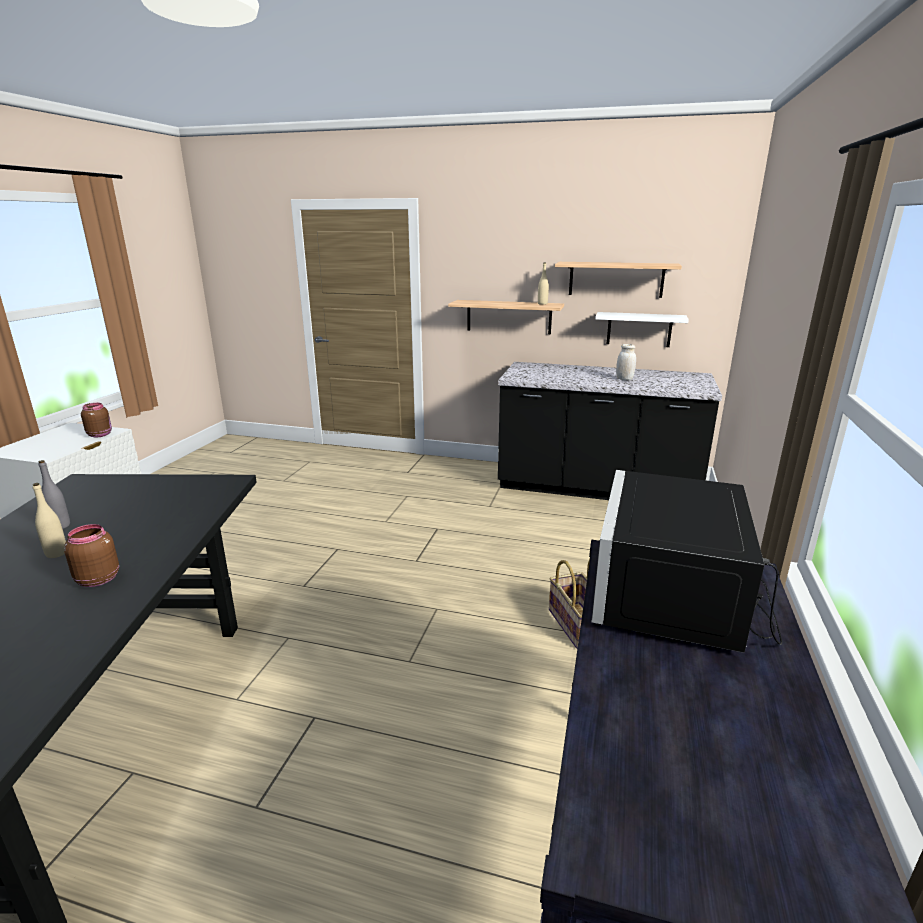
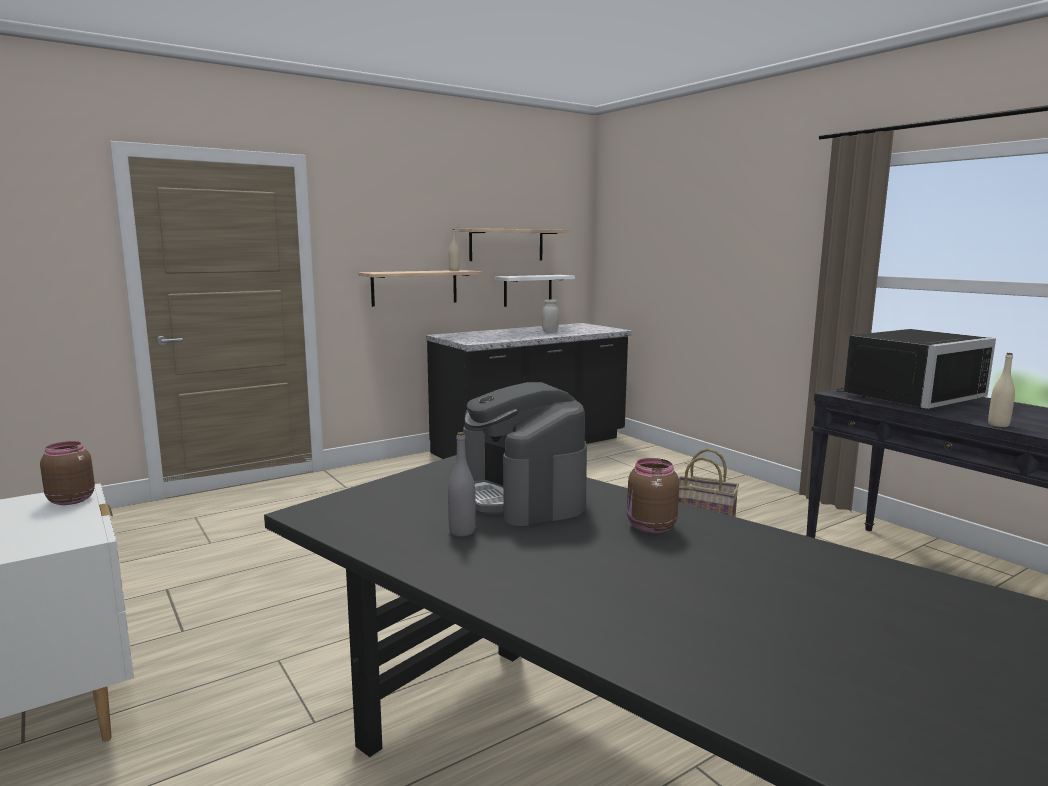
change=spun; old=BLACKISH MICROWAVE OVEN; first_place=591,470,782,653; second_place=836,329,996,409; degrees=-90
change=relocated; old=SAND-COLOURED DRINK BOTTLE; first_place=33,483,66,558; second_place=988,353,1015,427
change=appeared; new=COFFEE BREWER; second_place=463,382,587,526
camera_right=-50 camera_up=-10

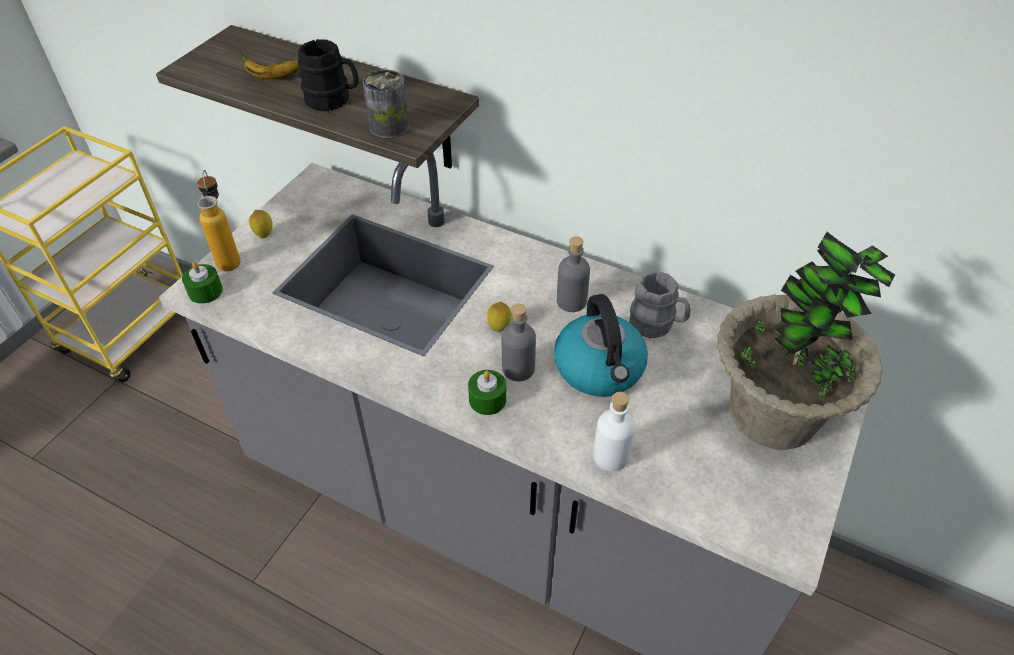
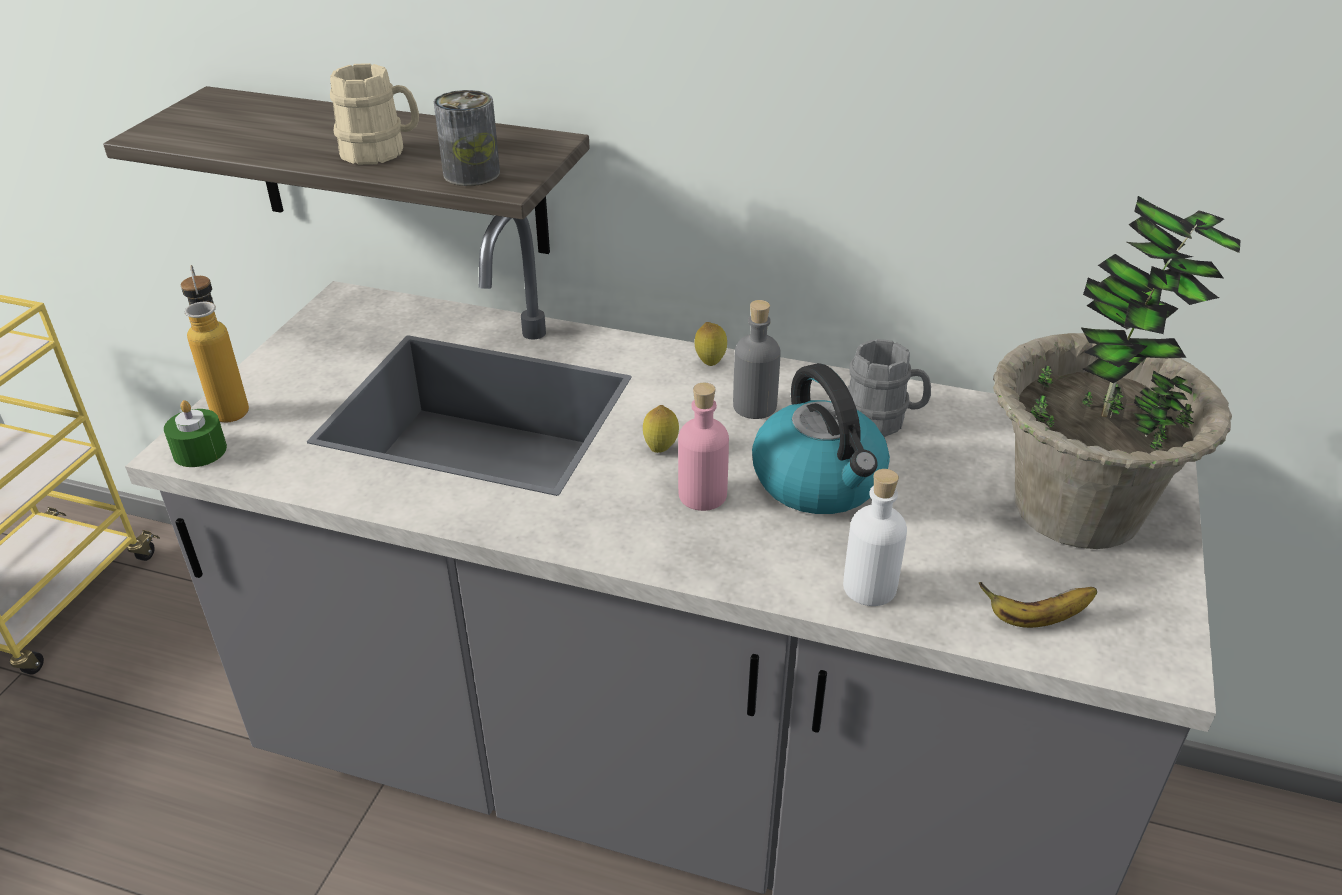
change=colour; old=BLACKISH MUG; new=SAND-COLOURED MUG; first_place=298,39,359,111; second_place=330,63,419,165
change=relocated; old=WHOLE BANANA; first_place=239,51,300,79; second_place=979,582,1097,628
change=relocated; old=LEMON; first_place=249,210,273,238; second_place=694,322,727,366
change=colour; old=GRAY DRINK BOTTLE; new=PINK DRINK BOTTLE; first_place=502,304,536,381; second_place=678,383,729,511
change=missing; old=GREEN WAX CANDLE; first_place=468,370,506,415
camera_right=-10 camera_up=-10

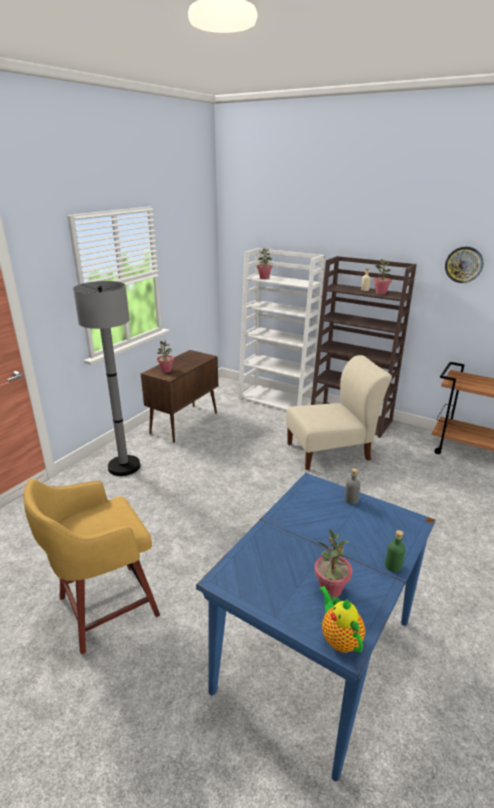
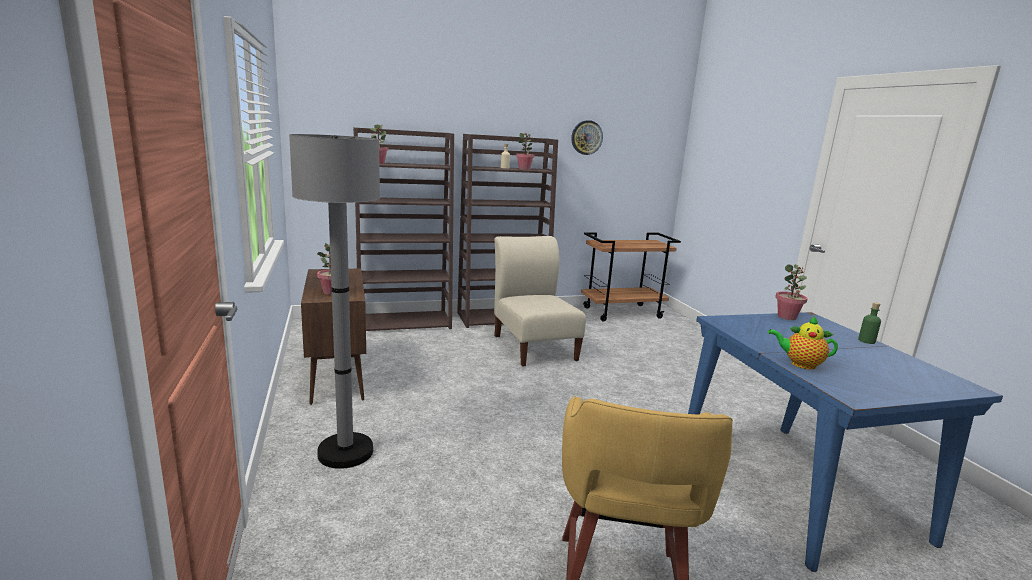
change=colour; old=WHITE-COLOURED BOOKCASE; new=BROWN BOOKCASE; first_place=238,248,325,411; second_place=353,127,454,331
change=spun; old=SAND-COLOURED PLAIN CHAIR; first_place=286,355,392,470; second_place=494,236,586,367; degrees=-45
change=missing; old=GRAY DRINK BOTTLE; first_place=345,468,360,504
change=relocated; old=PLANT IN A POT; first_place=314,529,352,598; second_place=775,264,808,320
change=relocated; old=TEAPOT; first_place=319,586,365,653; second_place=768,315,838,369
camera_right=-50 camera_up=-10

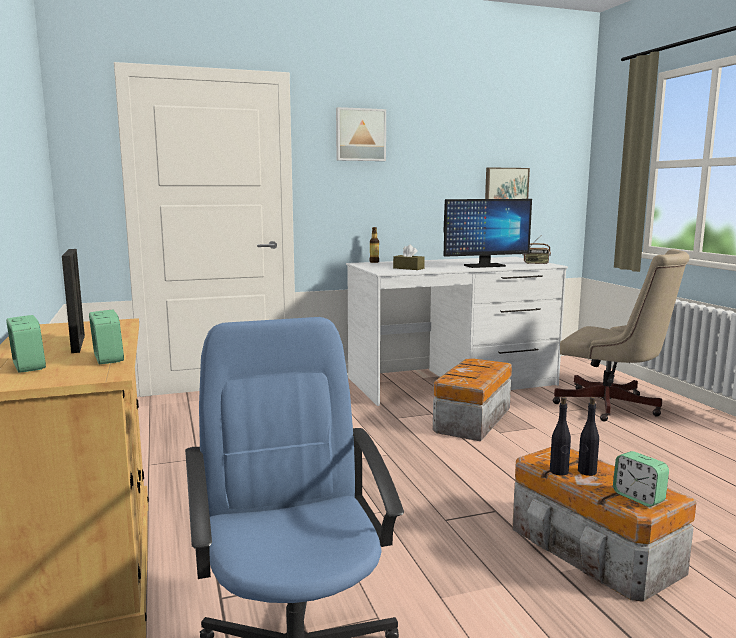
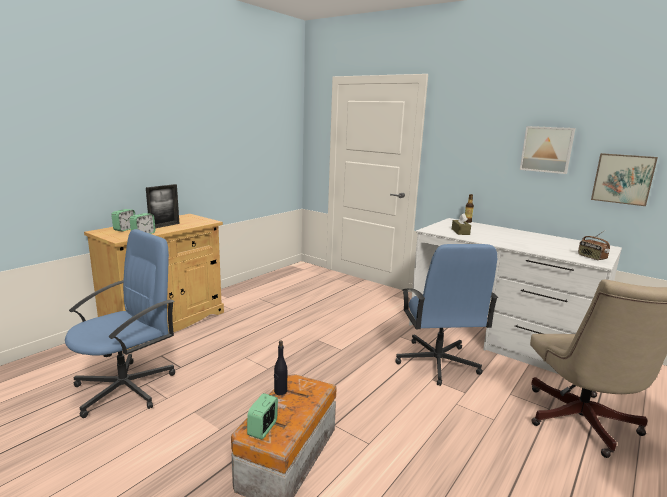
change=relocated; old=WALL PICTURE; first_place=336,107,386,161; second_place=520,126,576,174
change=missing; old=COMPUTER DISPLAY; first_place=443,199,532,268
change=exchanged; old=STORAGE CONTAINER; new=BLUISH COMPUTER CHAIR; first_place=433,358,512,441; second_place=396,244,498,386
change=missing; old=BLACKISH DRINK BOTTLE; first_place=578,397,599,476
camera_right=55 camera_up=5

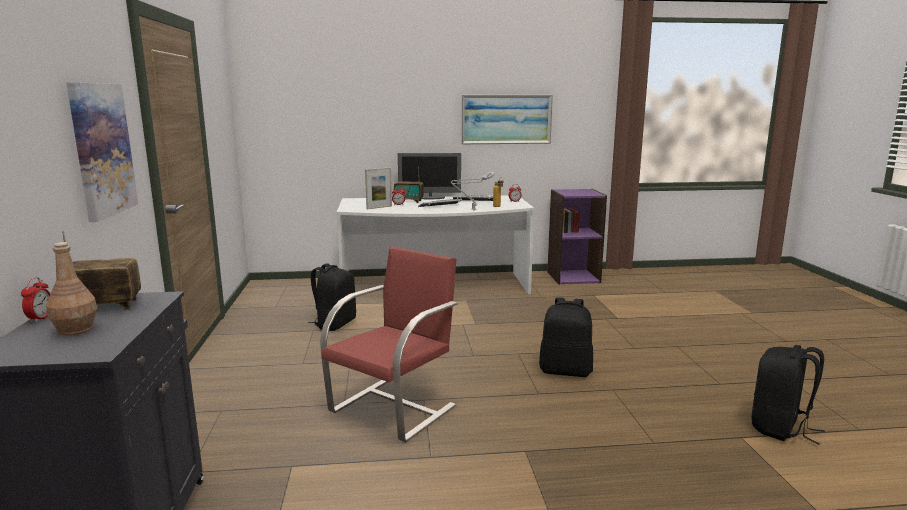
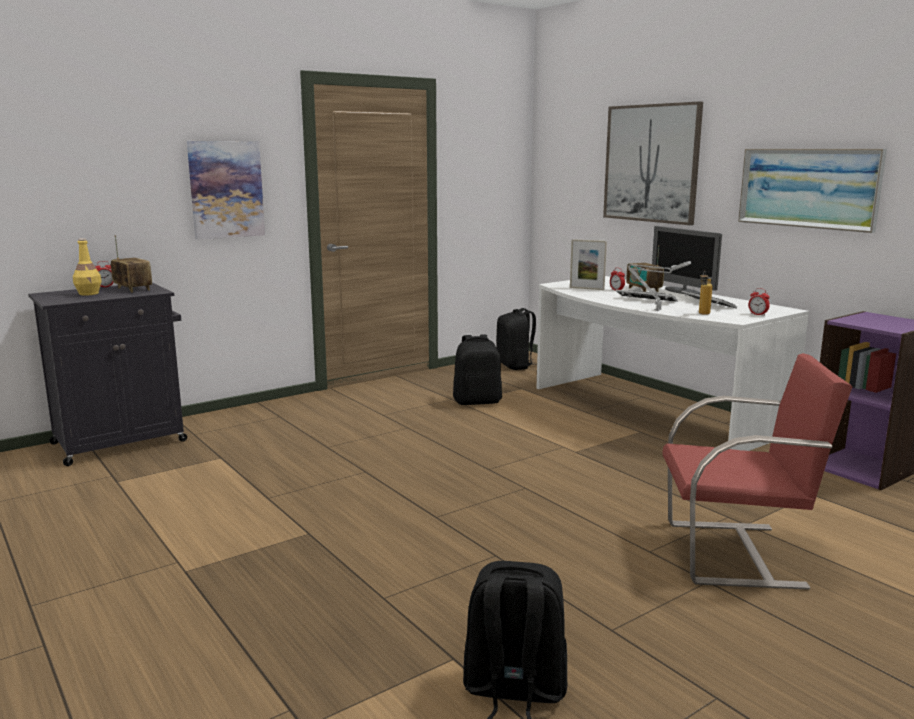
change=colour; old=BROWN DRINK BOTTLE; new=YELLOW-COLOURED DRINK BOTTLE; first_place=46,242,97,335; second_place=73,238,102,296
change=relocated; old=RED-COLOURED PLAIN CHAIR; first_place=320,247,458,442; second_place=662,353,853,590
change=relocated; old=BLACKISH KNAPSACK; first_place=539,298,593,377; second_place=496,308,537,370
change=appeared; new=WALL PICTURE; second_place=603,101,703,225
camera_right=60 camera_up=0

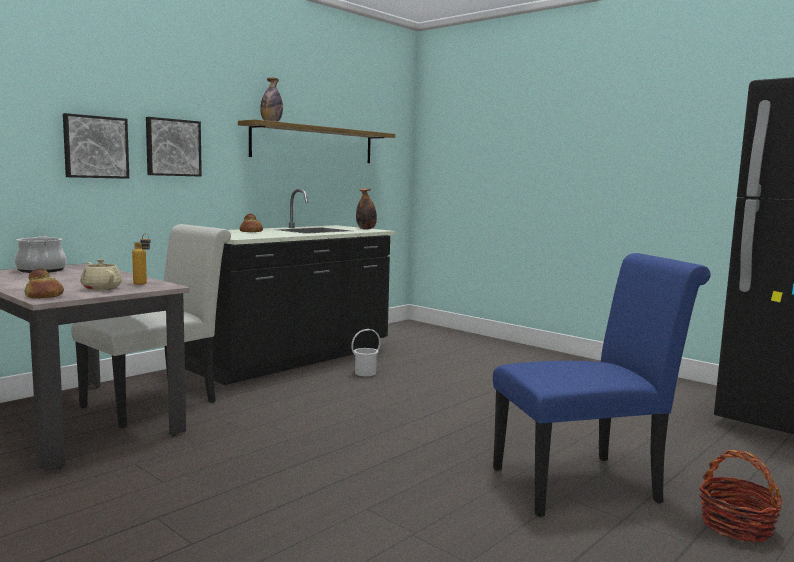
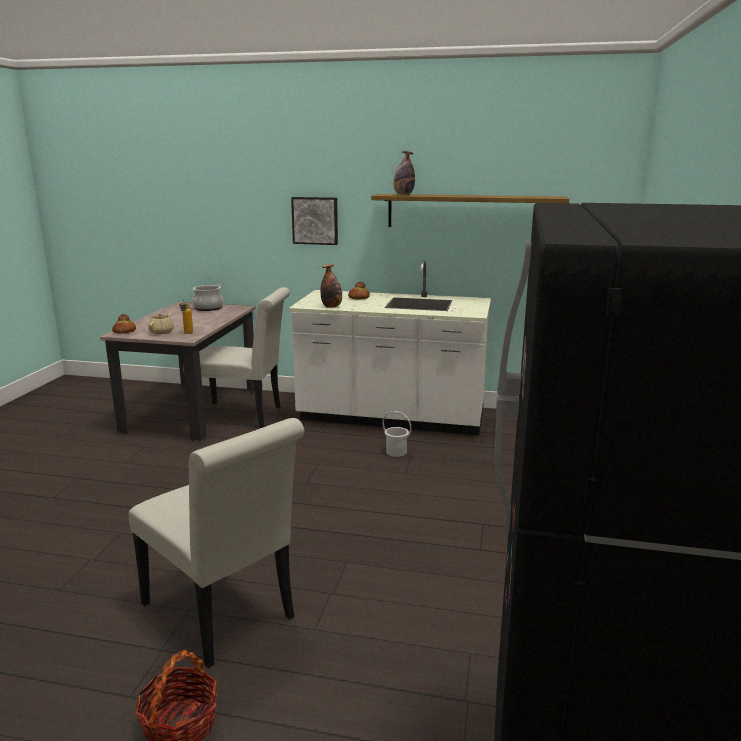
change=missing; old=WALL PICTURE; first_place=63,113,129,179
change=relocated; old=DRINK BOTTLE; first_place=356,188,377,229; second_place=320,264,342,308
change=colour; old=BLACKISH KITCHEN COUNTER; new=WHITE-COLOURED KITCHEN COUNTER; first_place=184,189,395,385; second_place=289,260,491,435
change=colour; old=BLUISH PLAIN CHAIR; new=WHITE-COLOURED PLAIN CHAIR; first_place=493,253,711,517; second_place=129,418,304,668
camera_right=60 camera_up=10

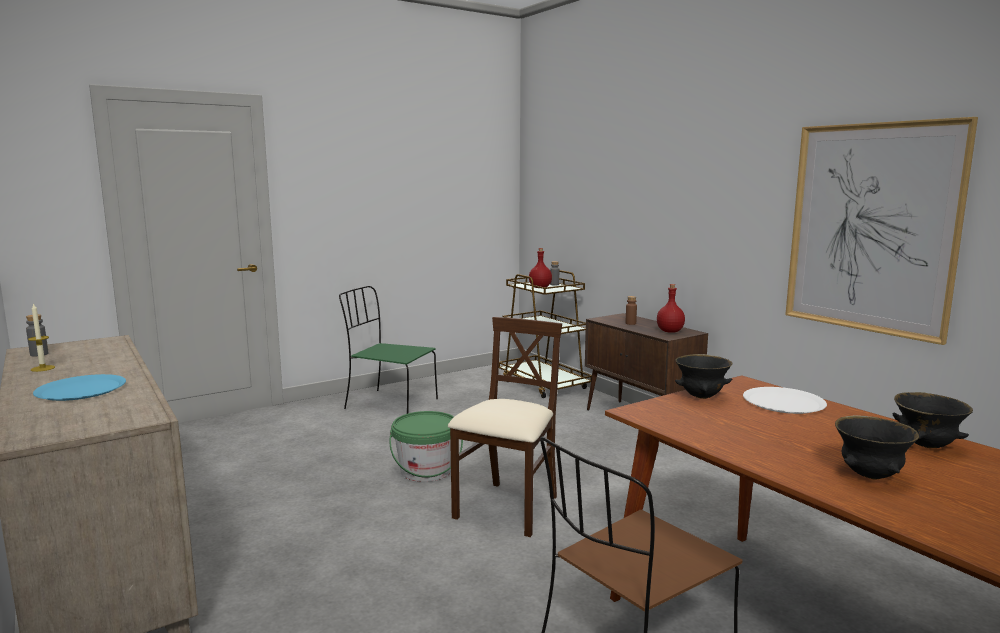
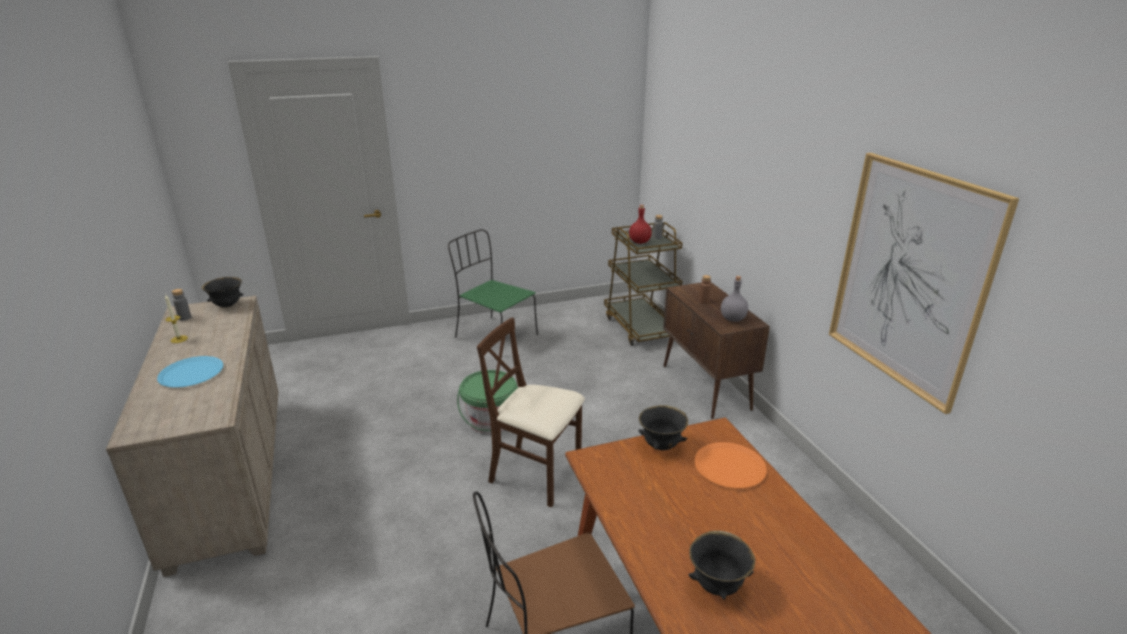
change=colour; old=RED-COLOURED DRINK BOTTLE; new=GRAY DRINK BOTTLE; first_place=657,284,685,333; second_place=721,276,748,322
change=spun; old=SAND-COLOURED PLAIN CHAIR; first_place=448,317,562,537; second_place=477,318,585,507; degrees=-105
change=colour; old=WHITE-COLOURED DINNER PLATE; new=ORANGE-COLOURED DINNER PLATE; first_place=743,387,827,414; second_place=694,442,767,489
change=relocated; old=BLACKISH BOWL; first_place=892,392,973,448; second_place=202,277,244,307
camera_right=15 camera_up=15

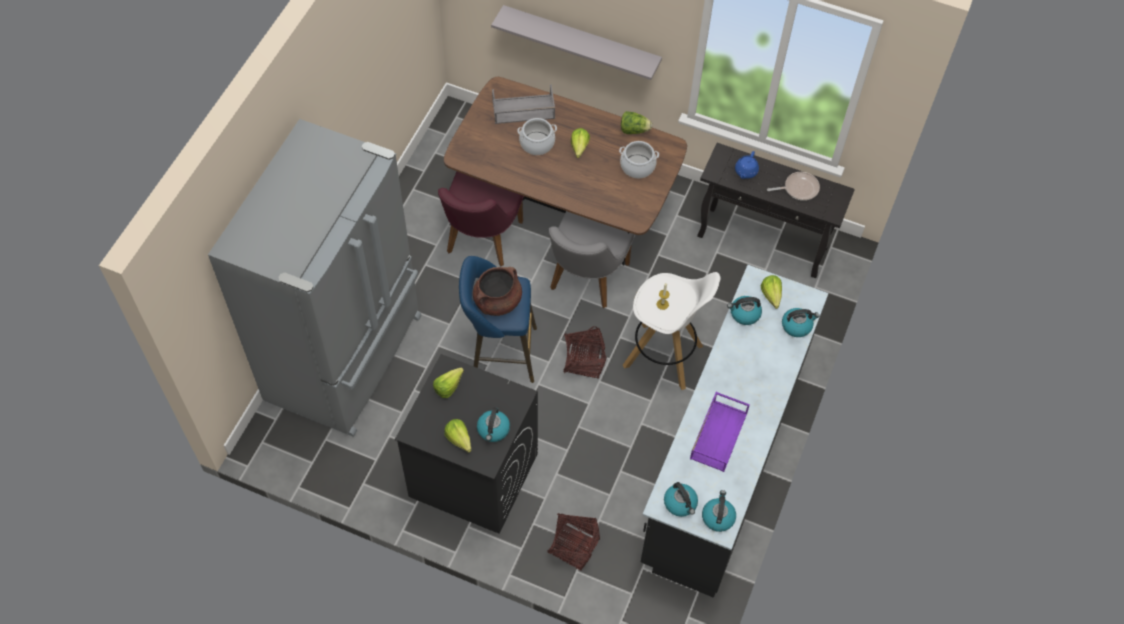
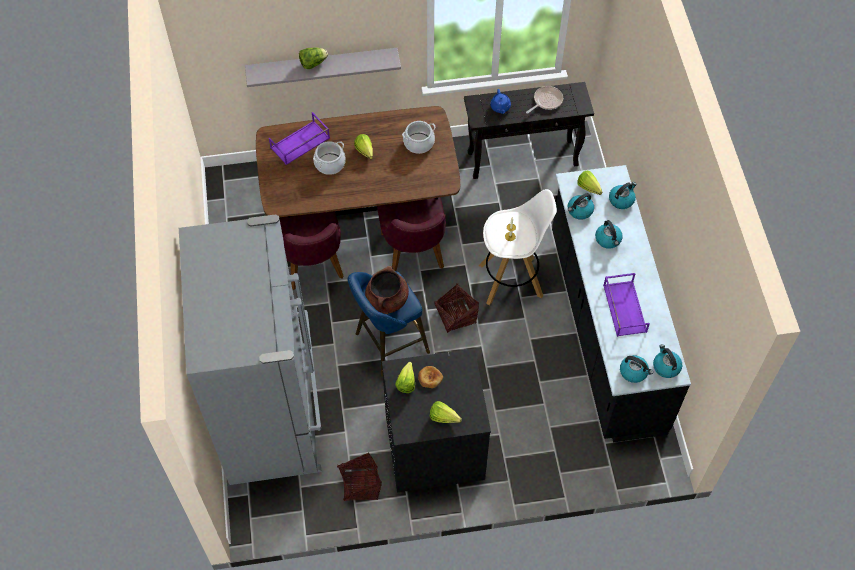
change=colour; old=GRAY SERVING TRAY; new=PURPLE SERVING TRAY; first_place=492,84,555,124; second_place=269,112,330,165
change=relocated; old=HEAD OF LETTUCE; first_place=621,111,652,134; second_place=299,47,328,69
change=colour; old=GRAY PLAIN CHAIR; new=PURPLE PLAIN CHAIR; first_place=549,211,635,308; second_place=377,197,446,271
change=relocated; old=WATER KETTLE; first_place=477,407,510,442; second_place=595,220,622,249
change=relocated; old=STORAGE BASKET; first_place=548,513,600,571; second_place=337,453,382,501
change=appeared; new=BREAD; second_place=418,366,443,388
camera_right=-30 camera_up=0

